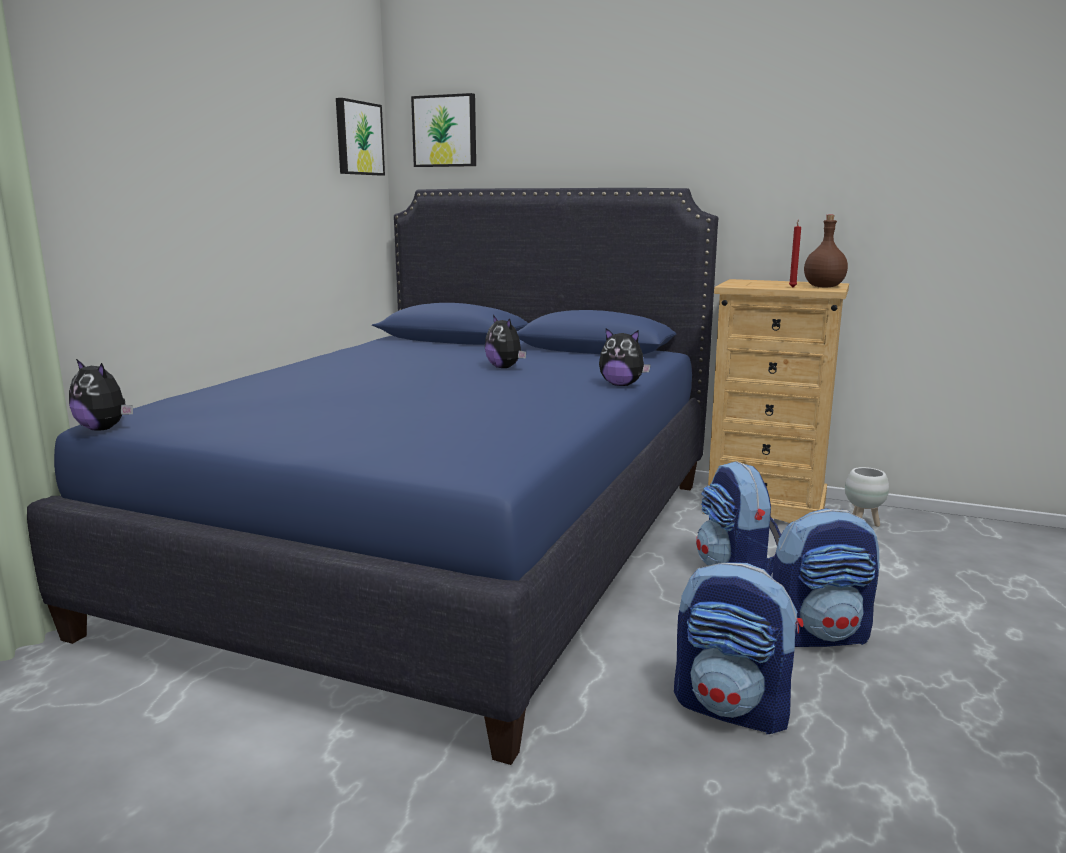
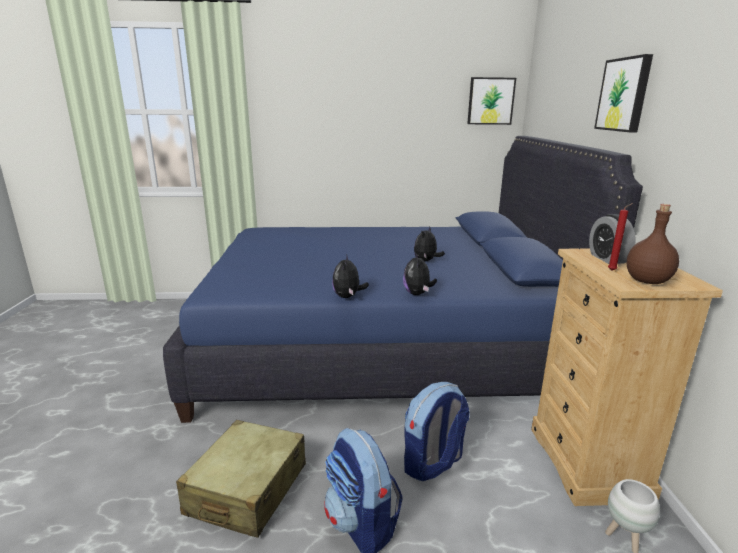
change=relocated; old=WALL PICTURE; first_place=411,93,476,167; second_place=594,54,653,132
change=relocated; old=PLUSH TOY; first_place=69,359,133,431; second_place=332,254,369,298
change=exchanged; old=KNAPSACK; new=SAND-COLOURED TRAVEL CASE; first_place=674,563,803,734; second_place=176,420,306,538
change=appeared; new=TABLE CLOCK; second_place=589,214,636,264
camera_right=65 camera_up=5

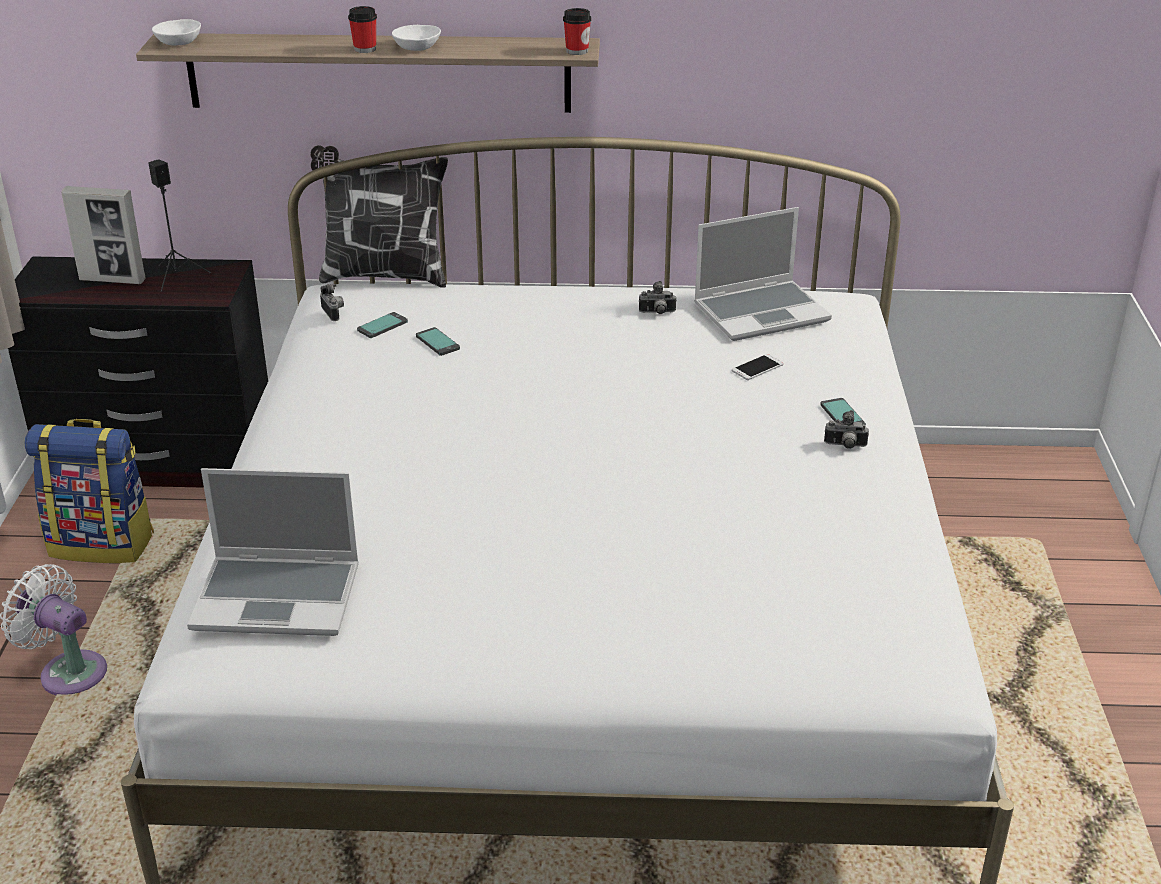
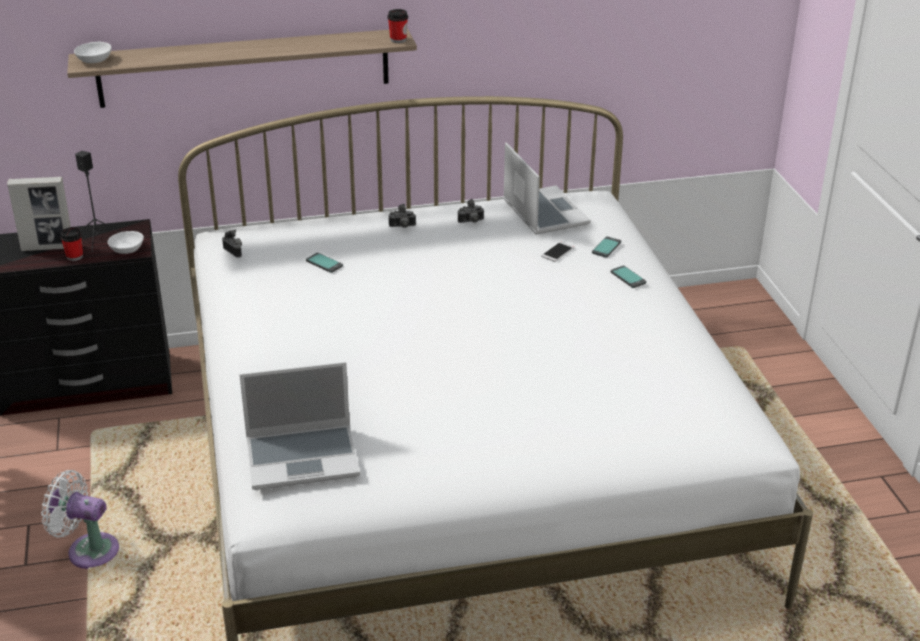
change=relocated; old=DRINKING CUP; first_place=348,6,377,53; second_place=60,227,83,261
change=relocated; old=WHITE-COLOURED BOWL; first_place=392,25,441,51; second_place=108,231,144,254
change=missing; old=THROW PILLOW; first_place=310,145,448,288
change=spun; old=PORTABLE COMPUTER; first_place=694,207,832,341; second_place=503,143,591,235; degrees=-75
change=relocated; old=PHONE; first_place=357,312,408,338; second_place=592,236,621,257
change=relocated; old=PHOTO CAMERA; first_place=824,410,869,449; second_place=388,204,416,228
change=missing; old=KNAPSACK; first_place=24,419,154,563
camera_right=-15 camera_up=0

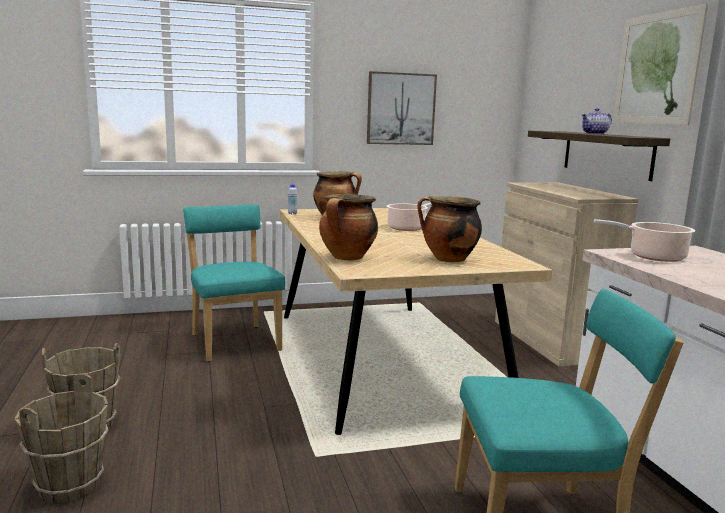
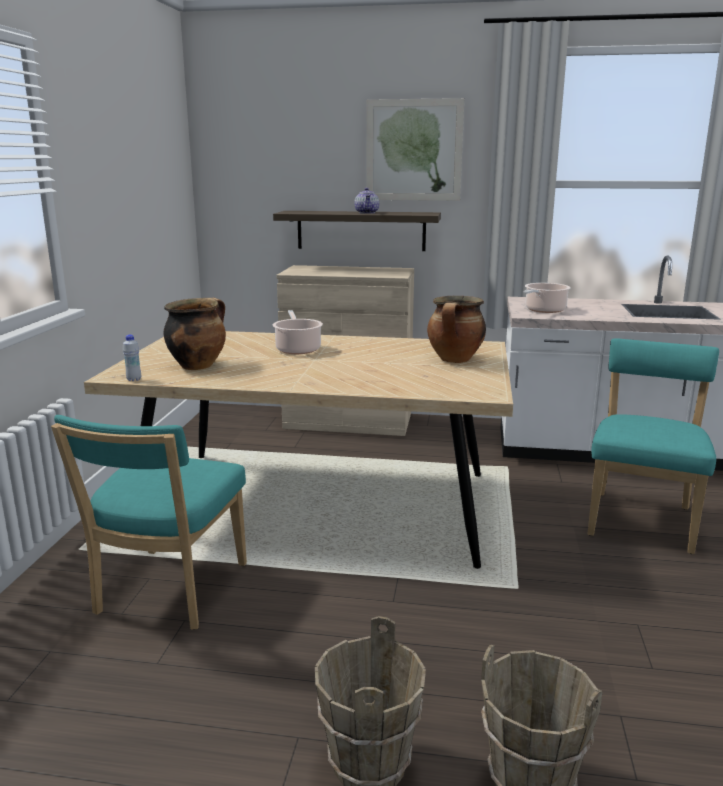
change=missing; old=WALL PICTURE; first_place=367,71,437,145
change=missing; old=STOCKPOT; first_place=319,194,378,261
change=spun; old=TURQUOISE PLAIN CHAIR; first_place=183,204,285,362; second_place=51,415,247,630; degrees=-75
camera_right=-65 camera_up=5

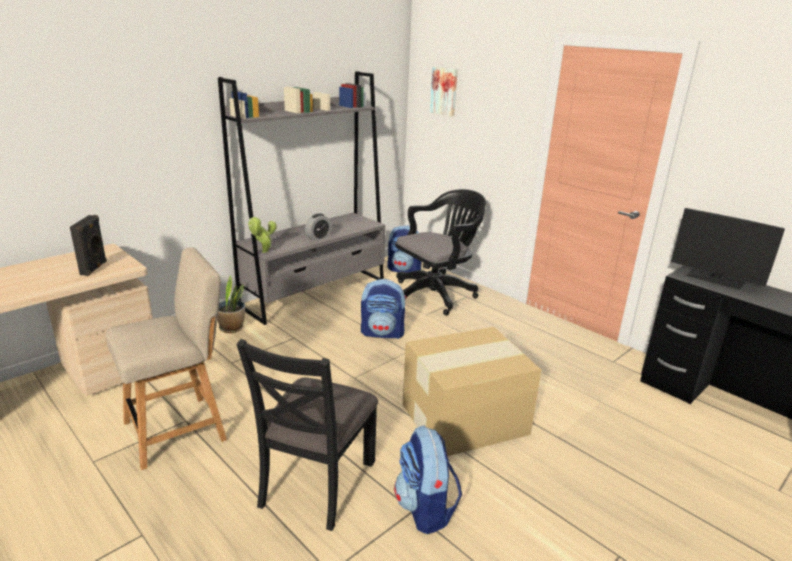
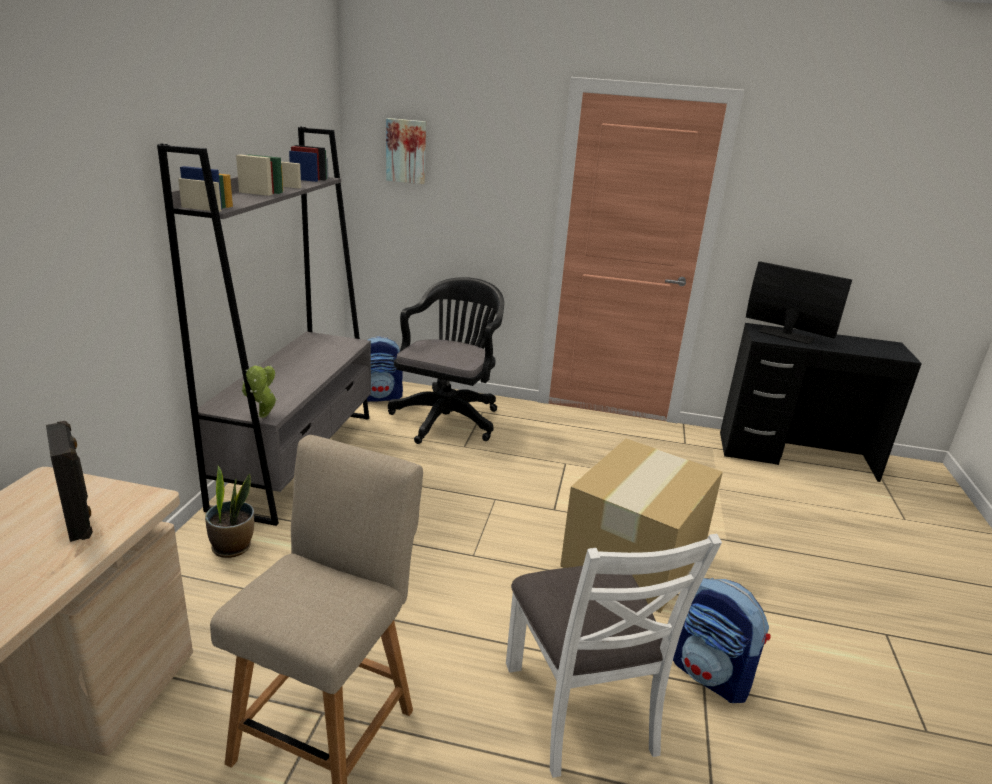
change=spun; old=COMPUTER DISPLAY; first_place=671,208,785,290; second_place=746,261,852,345; degrees=-150
change=missing; old=TABLE CLOCK; first_place=305,213,332,241
change=missing; old=KNAPSACK; first_place=361,279,407,339
change=colour; old=BLACKISH PLAIN CHAIR; new=WHITE-COLOURED PLAIN CHAIR; first_place=237,339,378,531; second_place=506,534,722,778
camera_right=-35 camera_up=0

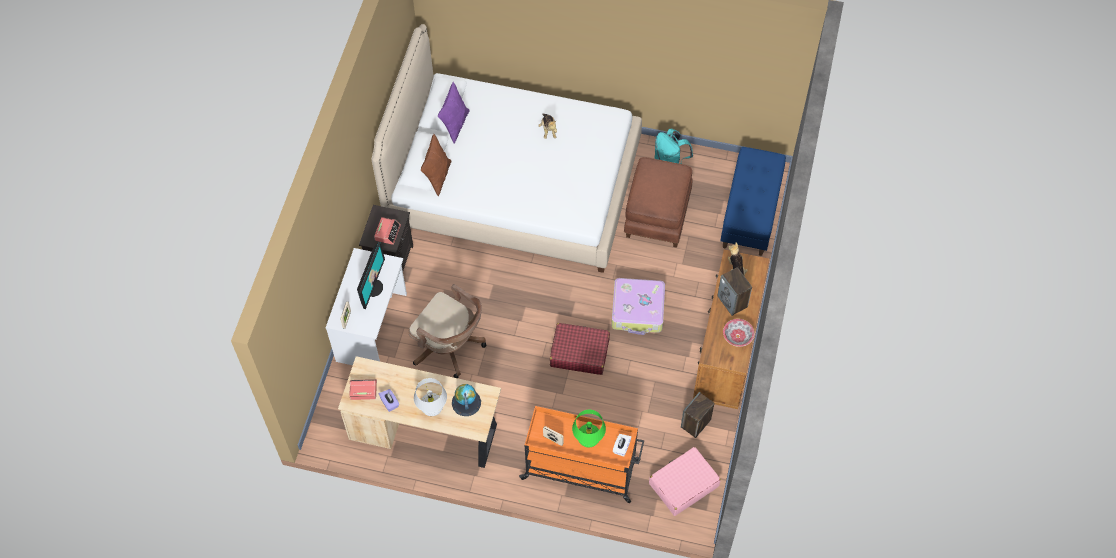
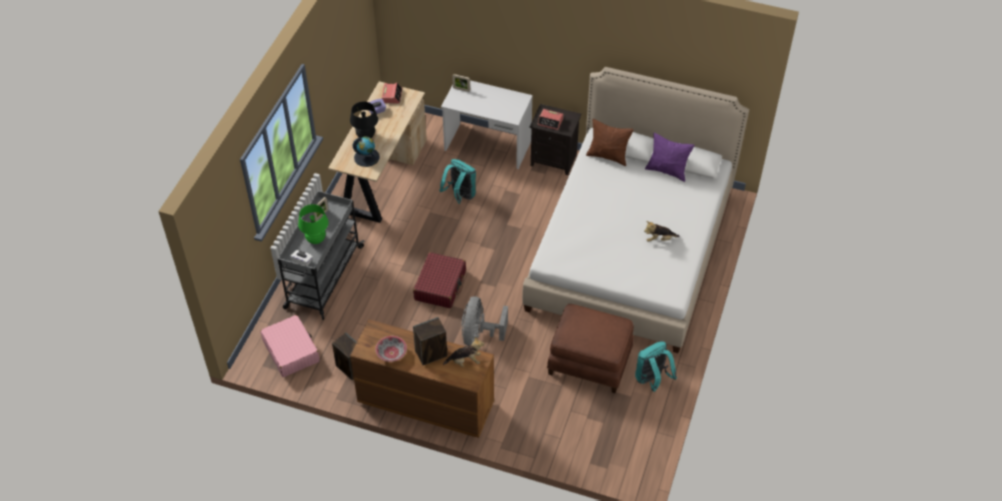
change=missing; old=BLUISH BENCH; first_place=721,147,786,256
change=missing; old=COMPUTER DISPLAY; first_place=357,242,385,309
change=exchanged; old=TRAVEL CASE; new=GRAY ELECTRIC FAN; first_place=611,278,665,335; second_place=462,296,508,345
change=exchanged; old=BROWN COMPUTER CHAIR; new=TURQUOISE KNAPSACK; first_place=409,284,486,378; second_place=439,159,476,204
change=colour; old=WHITE-COLOURED TABLETOP LAMP; new=BLACKISH TABLETOP LAMP; first_place=414,378,447,416; second_place=350,102,378,138
change=colour; old=ORANGE-COLOURED WHEELED CART; new=GRAY WHEELED CART; first_place=519,406,644,503; second_place=278,191,365,320
camera_right=95 camera_up=-10

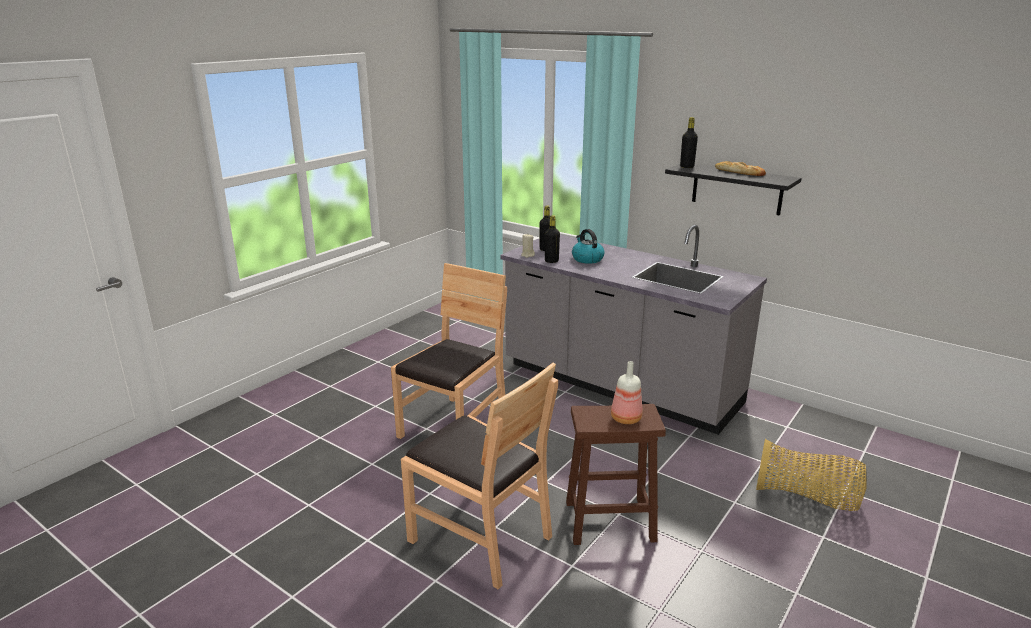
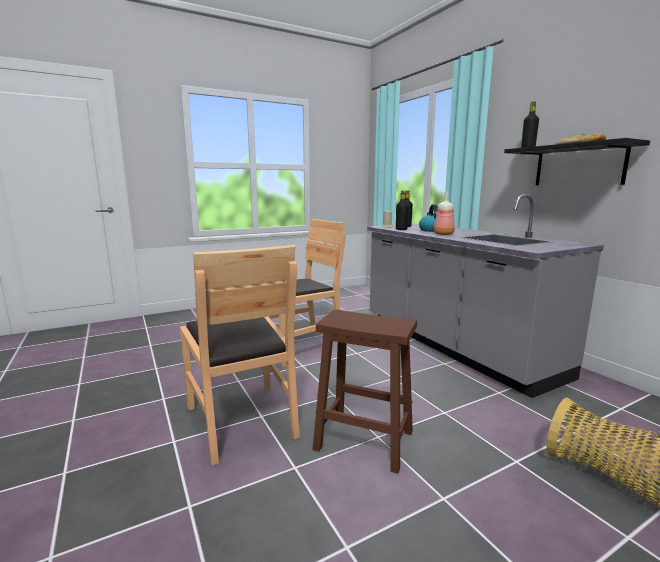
change=relocated; old=DRINK BOTTLE; first_place=611,361,643,424; second_place=433,192,455,235
camera_right=25 camera_up=-10

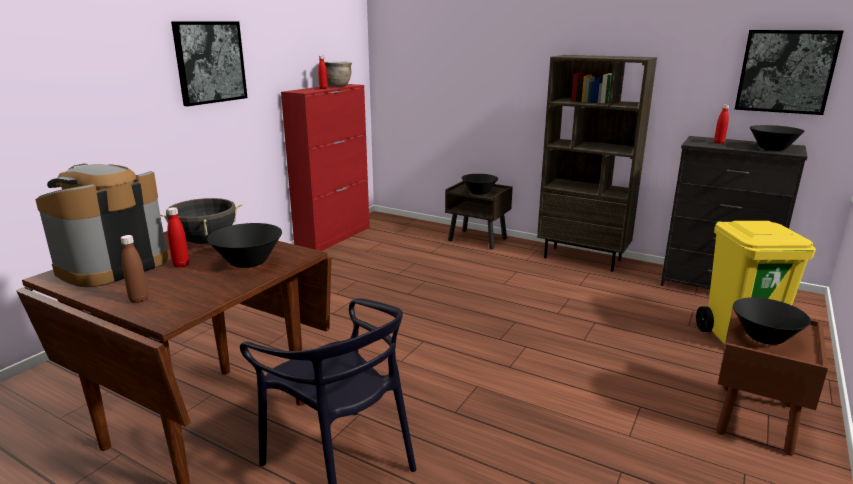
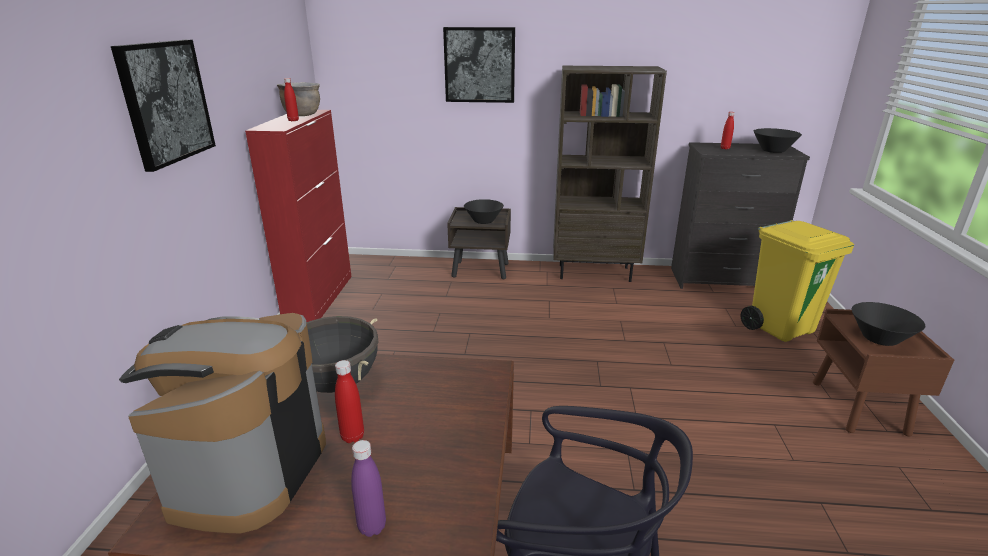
change=relocated; old=WALL PICTURE; first_place=734,30,844,115; second_place=443,27,515,103
change=missing; old=BLACKISH BOWL; first_place=207,223,282,268
change=colour; old=BROWN DRINK BOTTLE; new=PURPLE DRINK BOTTLE; first_place=121,235,148,303; second_place=351,440,386,537
camera_right=-25 camera_up=5

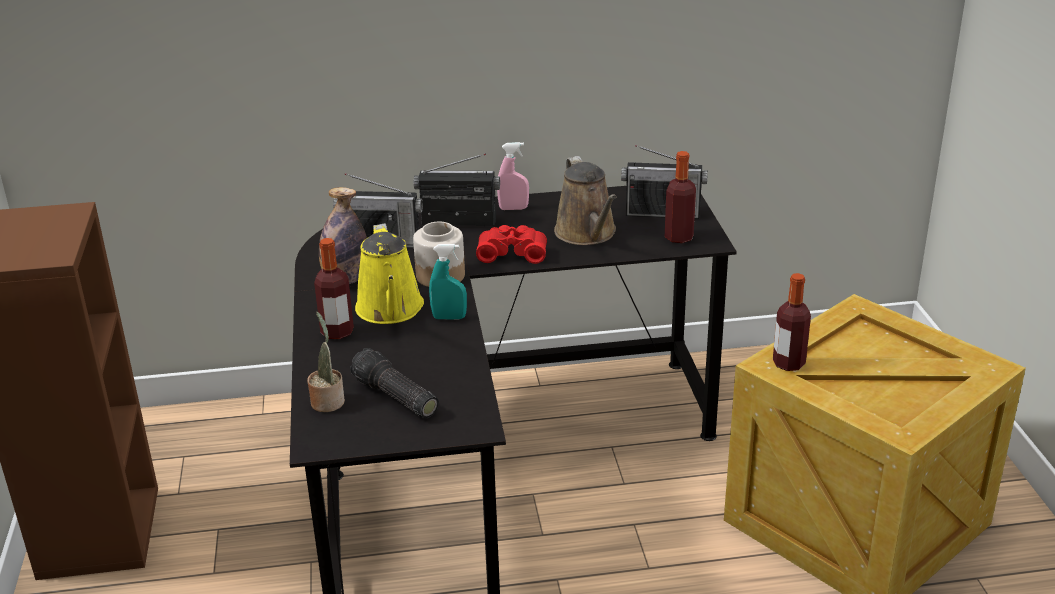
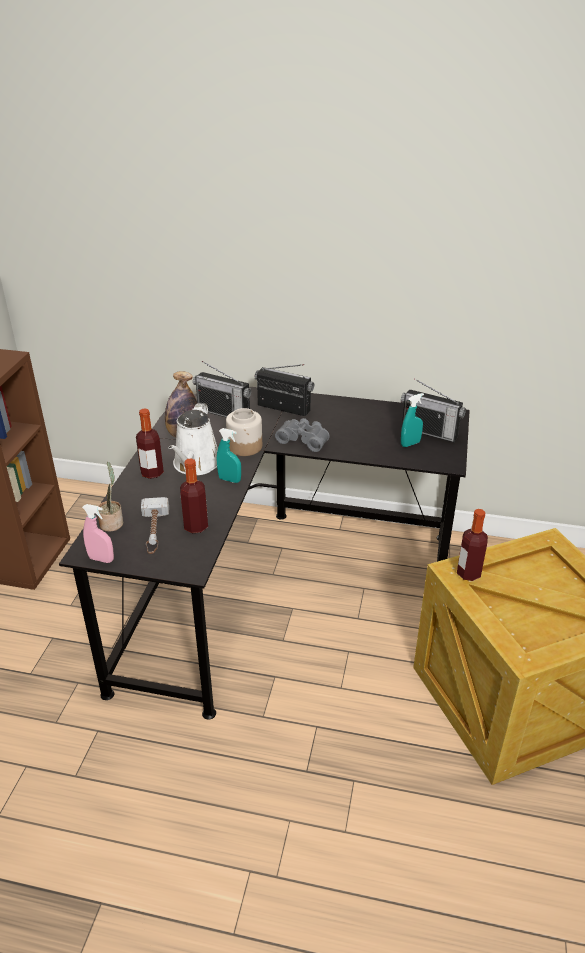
change=relocated; old=PINK HAND SPRAYER; first_place=497,142,529,210; second_place=82,504,114,563
change=relocated; old=DRINK BOTTLE; first_place=665,151,696,243; second_place=180,458,208,533
change=missing; old=BROWN WATERING POT; first_place=554,156,617,245
change=colour; old=YELLOW-COLOURED WATERING POT; new=WHITE-COLOURED WATERING POT; first_place=355,224,424,324; second_place=168,403,218,475
change=colour; old=RED-COLOURED PAIR OF BINOCULARS; new=GRAY PAIR OF BINOCULARS; first_place=476,225,547,264; second_place=275,418,330,452
change=exchanged; old=HAND TORCH; new=HAND HAMMER; first_place=350,348,439,418; second_place=141,497,169,554
change=appeared; new=TURQUOISE HAND SPRAYER; second_place=401,393,424,447
camera_right=20 camera_up=5

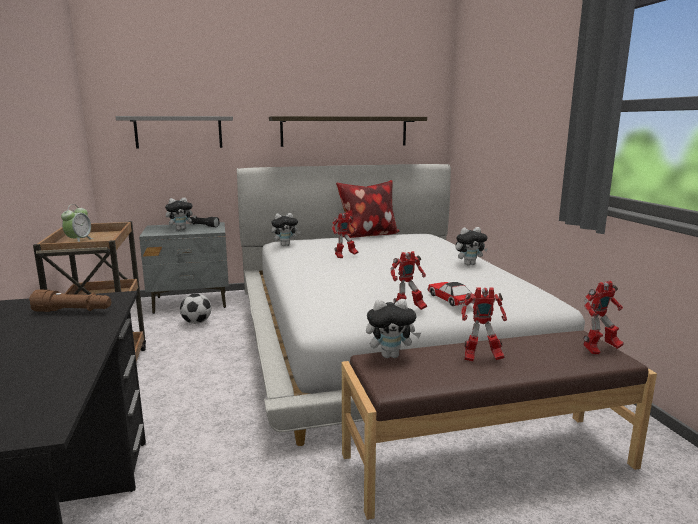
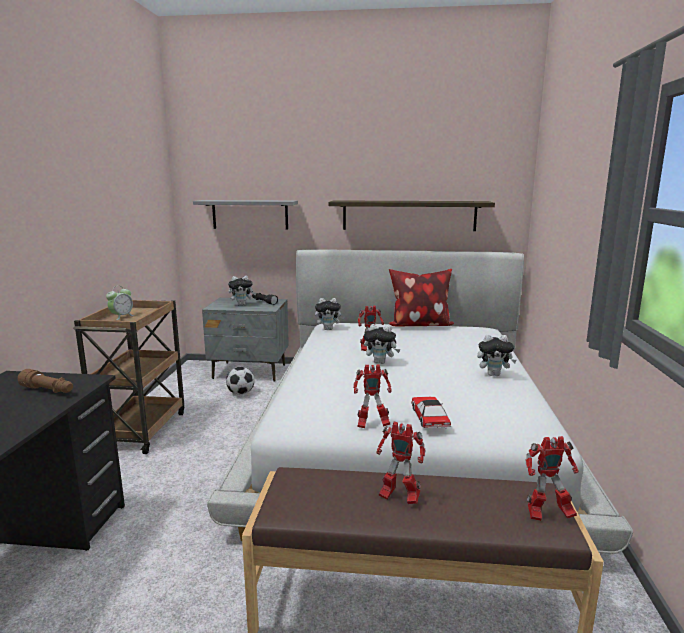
change=relocated; old=PLUSH TOY; first_place=366,299,421,358; second_place=364,324,400,364
camera_right=20 camera_up=0

